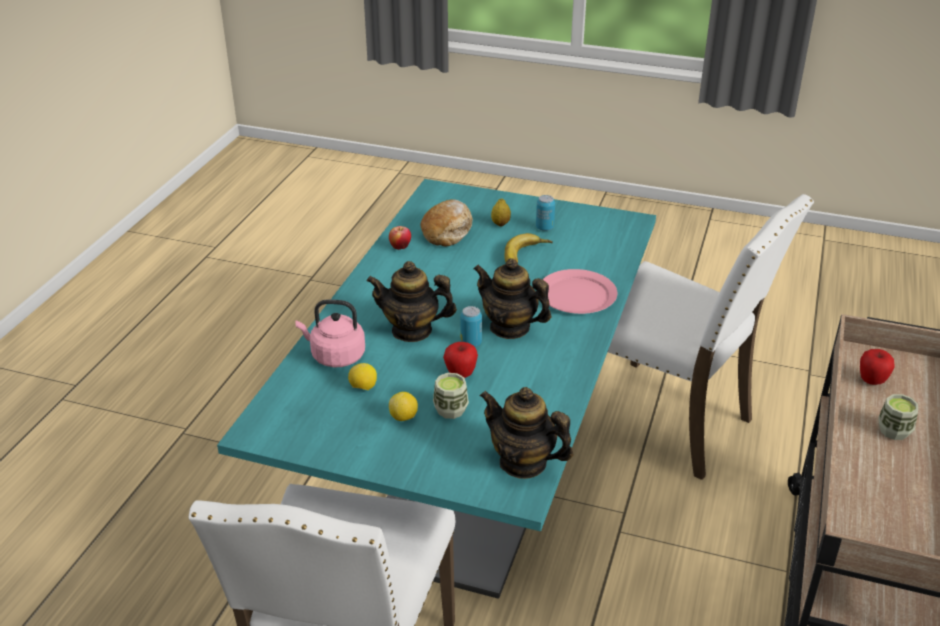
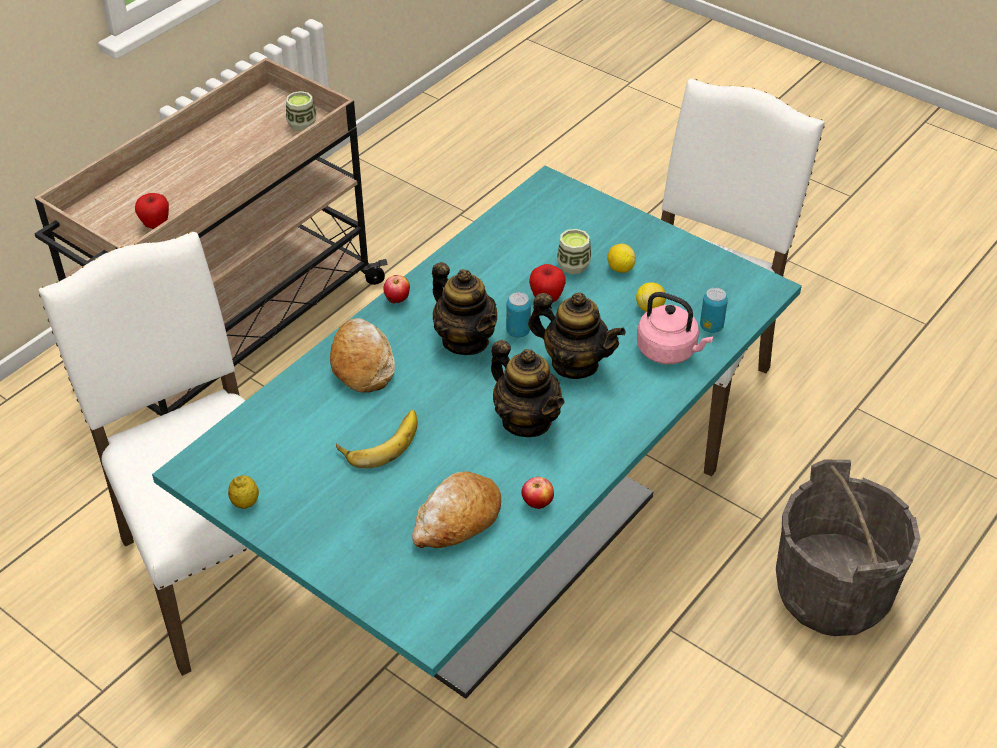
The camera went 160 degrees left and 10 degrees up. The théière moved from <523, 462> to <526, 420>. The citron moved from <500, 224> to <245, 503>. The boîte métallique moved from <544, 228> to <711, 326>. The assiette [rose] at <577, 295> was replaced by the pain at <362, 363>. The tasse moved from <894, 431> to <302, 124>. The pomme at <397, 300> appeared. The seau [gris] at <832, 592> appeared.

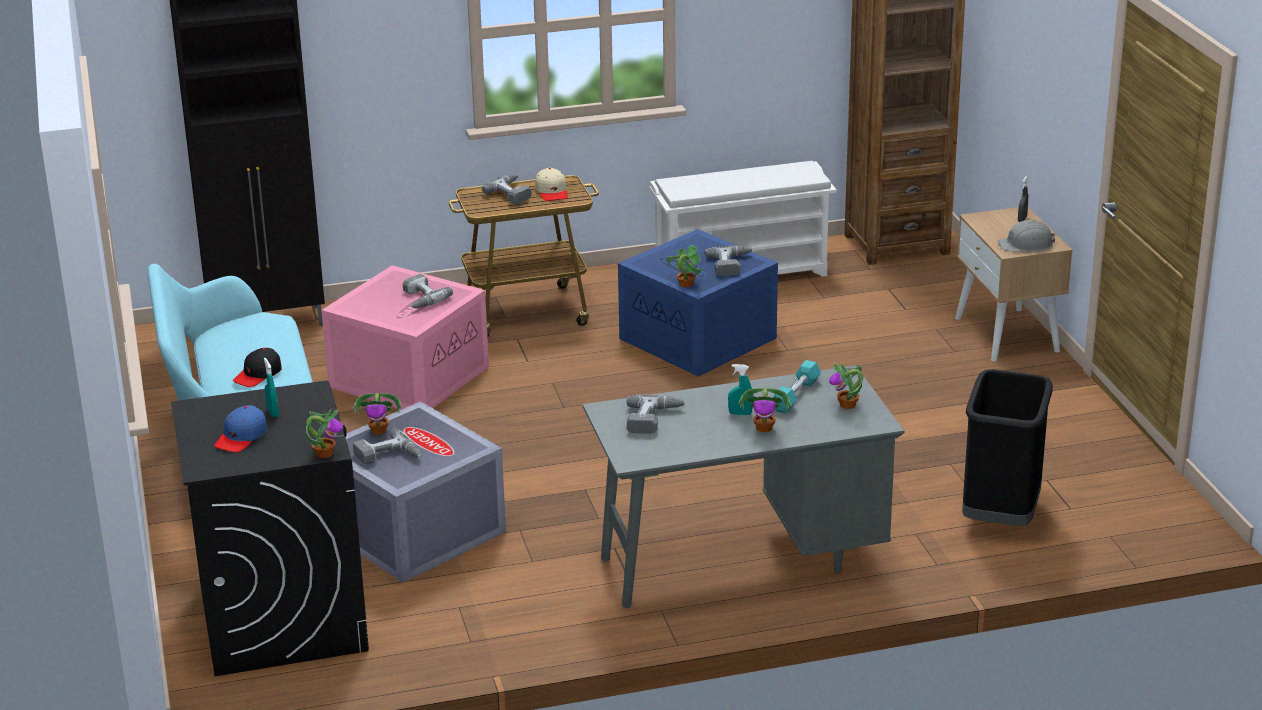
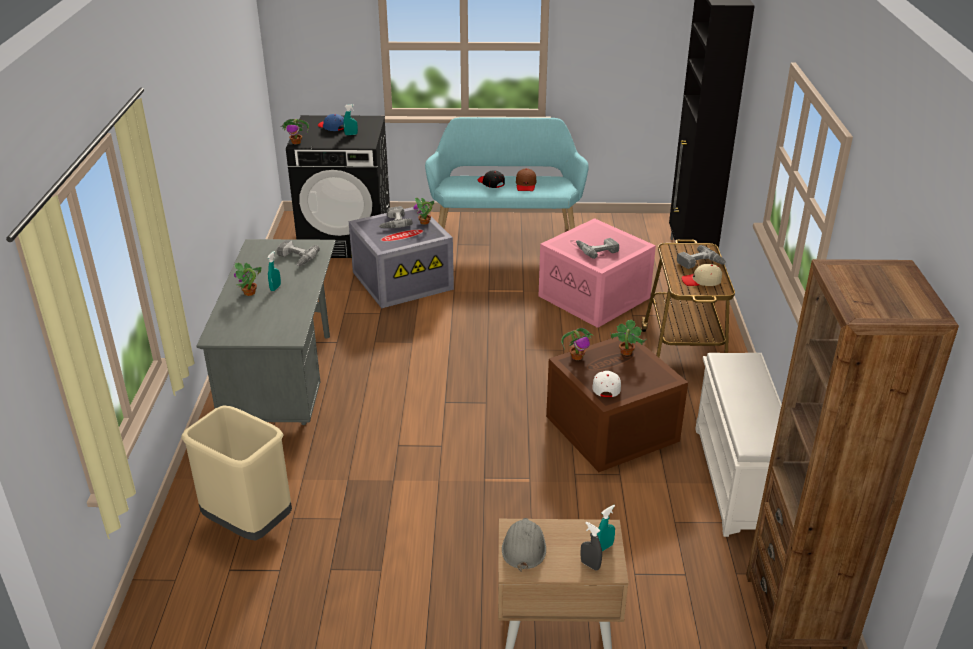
The camera went 105 degrees right and 5 degrees up. The boîte de rangement [bleu] at <700, 338> became the boîte de rangement [marron] at <611, 430>. The perceuse at <732, 265> was replaced by the casquette [blanc] at <606, 386>. The haltère [turquoise] at <796, 395> disappeared. The plante en pot moved from <848, 405> to <625, 352>. The poubelle [noir] at <1001, 517> became the poubelle [beige] at <247, 523>. The casquette [marron] at <526, 185> appeared. The vaporisateur [turquoise] at <604, 547> appeared.

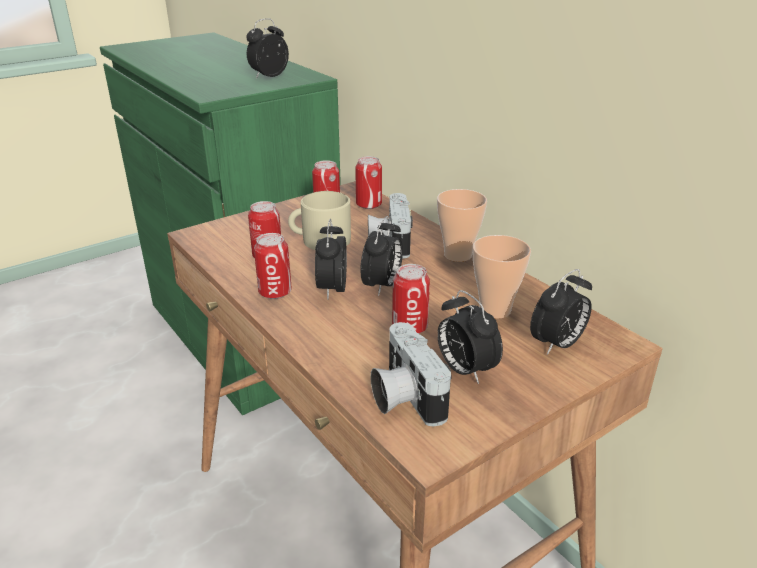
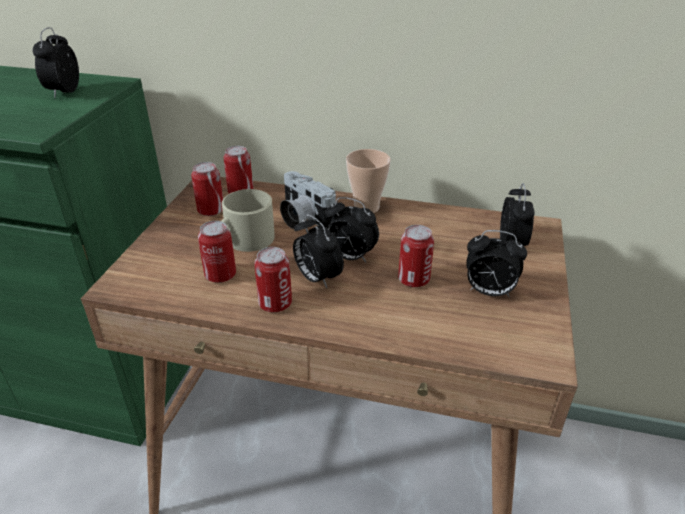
The camera went 40 degrees left and 5 degrees up. The réveil at <382, 286> turned 135 degrees clockwise. The appareil photo at <403, 396> disappeared. The tasse at <495, 310> disappeared.

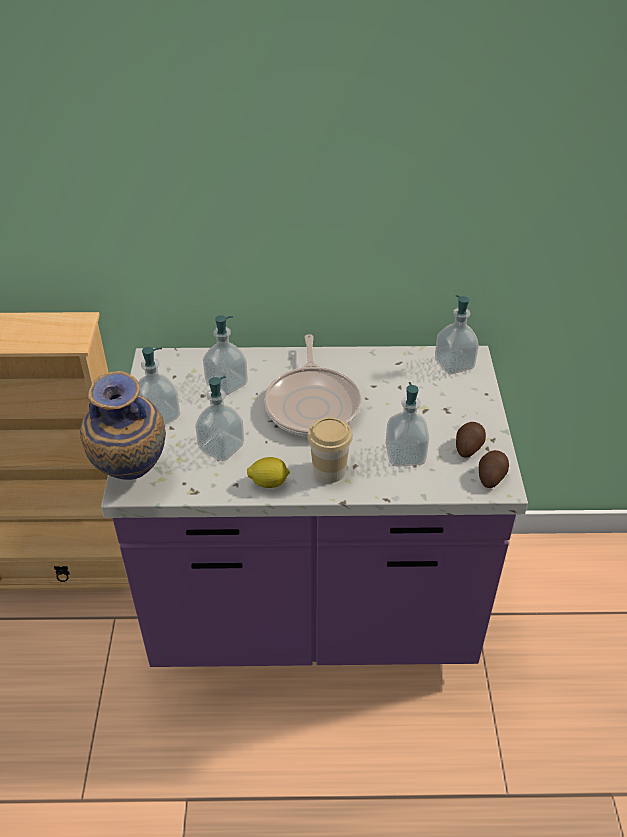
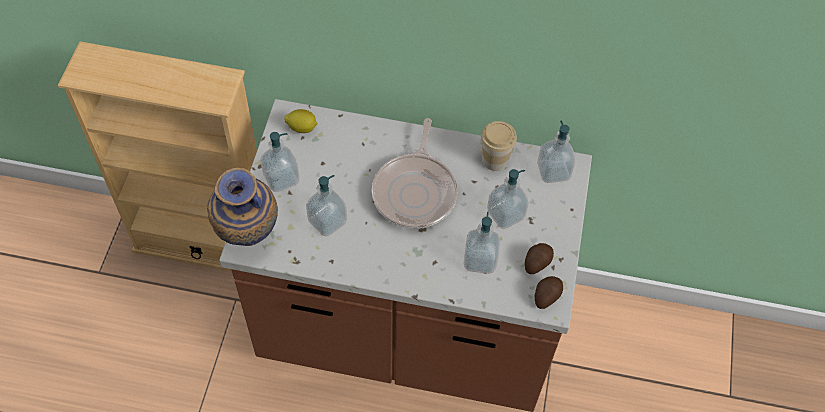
The camera went 10 degrees right and 15 degrees up. The comptoir de cuisine [violet] at <313, 614> became the comptoir de cuisine [marron] at <407, 331>. The distributeur de savon moved from <226, 384> to <505, 214>. The citron moved from <269, 482> to <302, 128>. The tasse moved from <329, 470> to <495, 160>.

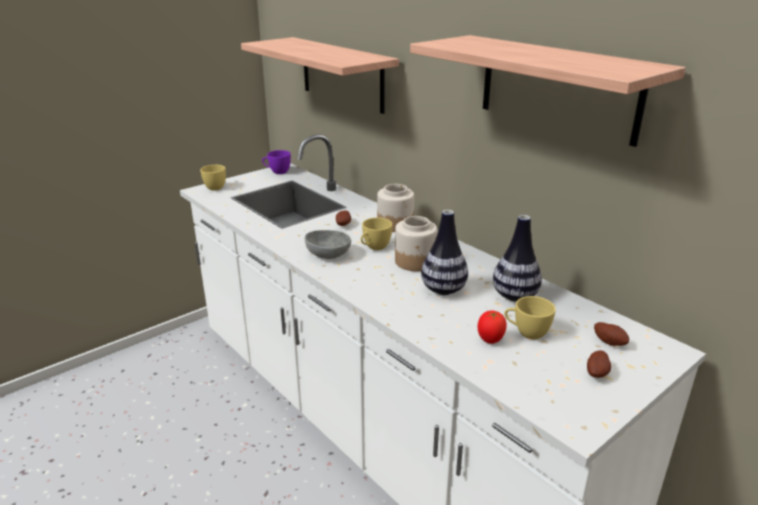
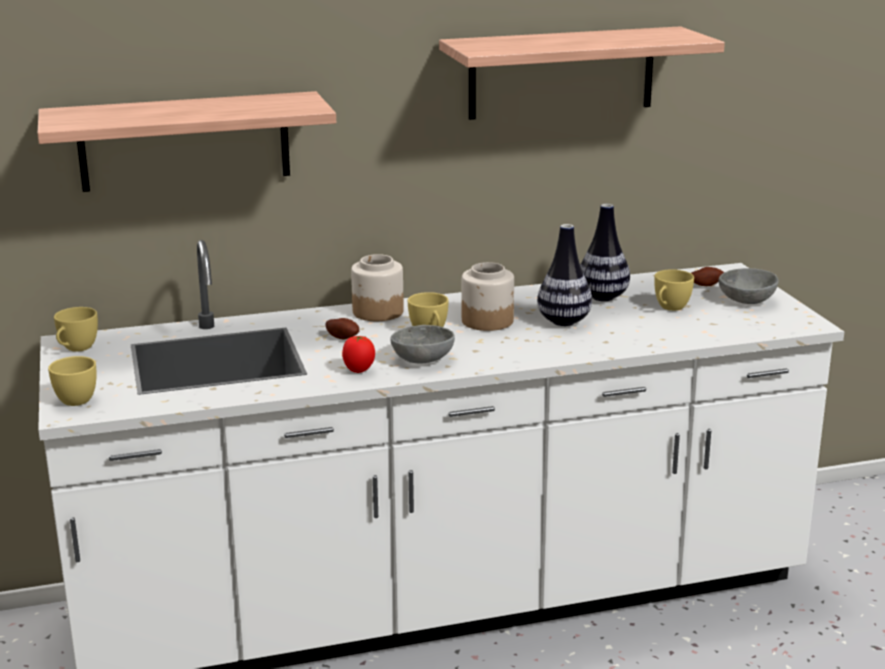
The camera went 65 degrees left and 5 degrees down. The tasse [violet] at <277, 172> became the tasse [jaune] at <76, 349>. The tomate moved from <490, 340> to <358, 370>. The pomme de terre at <597, 373> was replaced by the bol [gris] at <746, 301>.

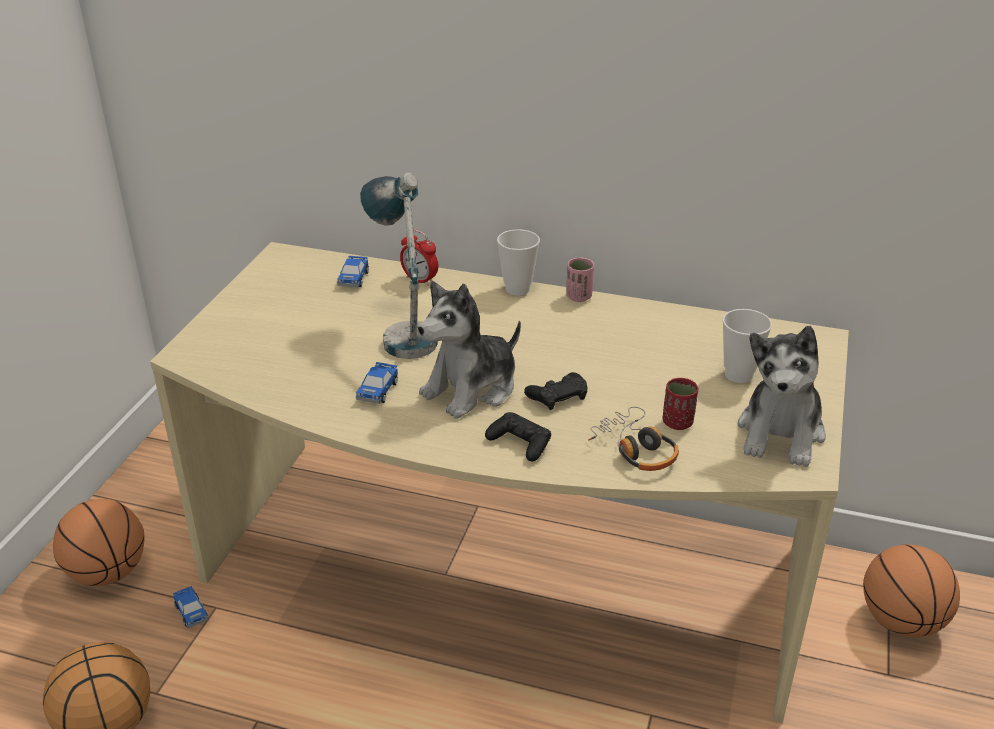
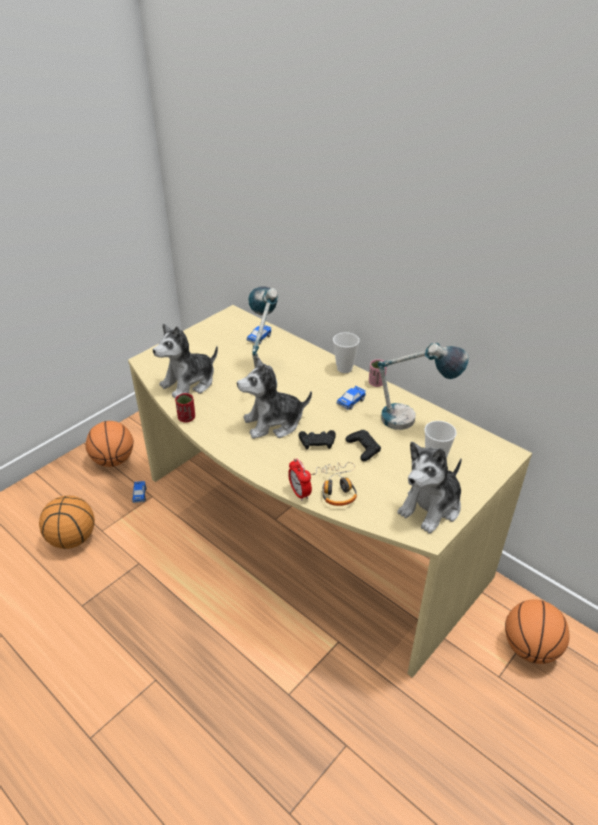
The camera went 25 degrees right and 5 degrees up. The petite voiture moved from <378, 390> to <351, 401>. The réveil moved from <420, 280> to <299, 493>. The manette [noir] moved from <520, 442> to <363, 448>. The tasse [rouge] moved from <677, 423> to <186, 418>. The peluche at <189, 383> appeared. The lampe de table at <413, 422> appeared.

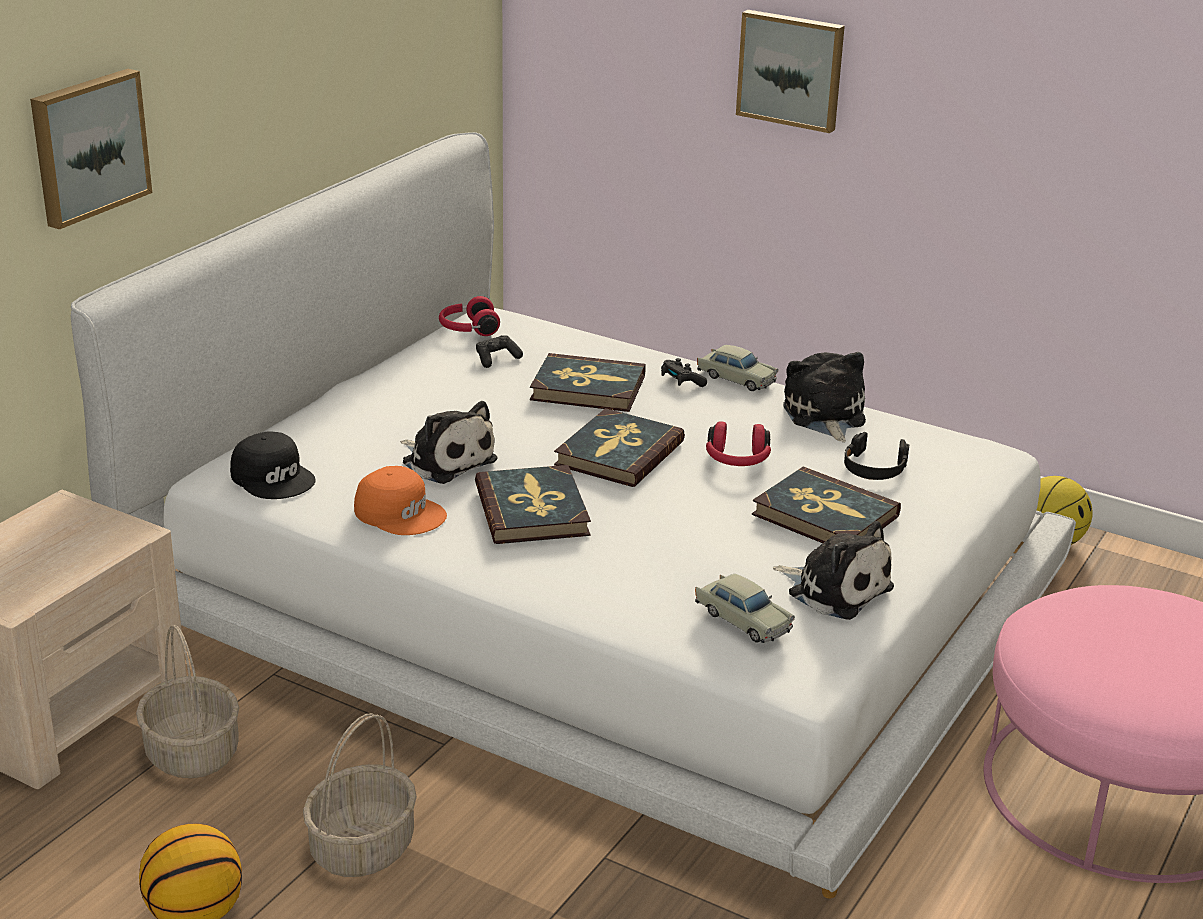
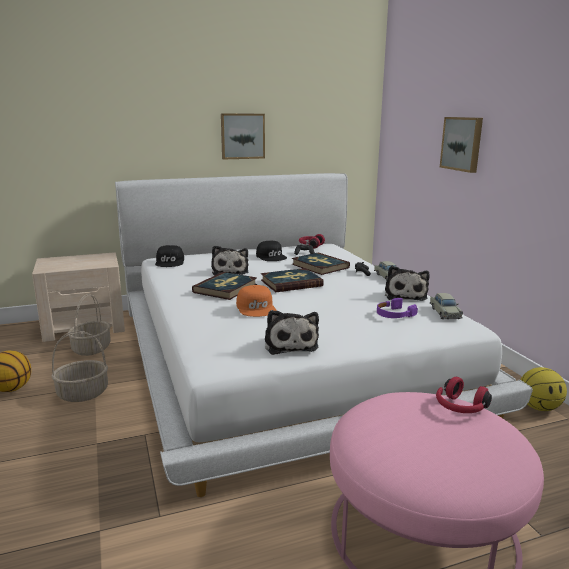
The camera went 40 degrees right and 10 degrees down. The tableau moved from <88, 146> to <242, 136>. The casquette [orange] moved from <400, 512> to <256, 308>. The petite voiture [beige] moved from <743, 619> to <444, 313>. The casque audio [rouge] moved from <737, 460> to <459, 408>. The livre at <824, 516> disappeared. The peluche at <824, 416> turned 150 degrees clockwise. The casque audio [noir] at <874, 467> became the casque audio [violet] at <394, 314>. The casquette [noir] at <271, 256> appeared.

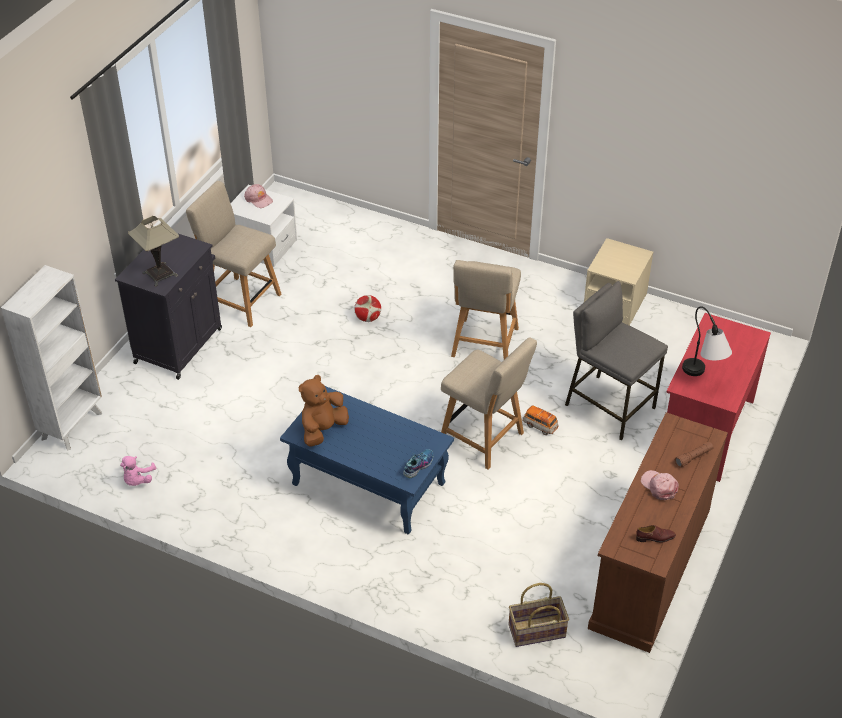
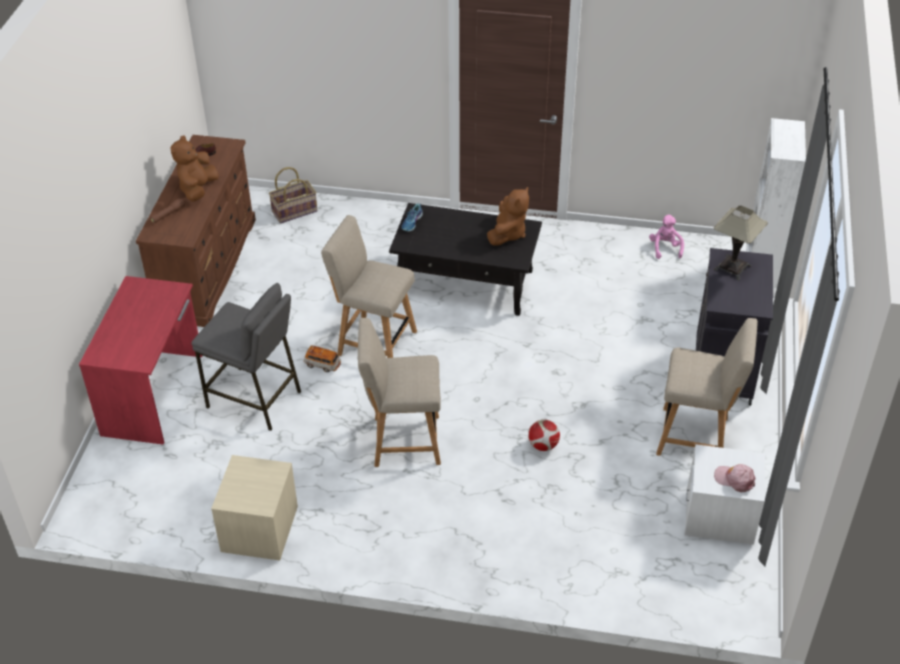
The camera went 165 degrees right and 0 degrees up. The table basse [bleu] at <367, 483> became the table basse [noir] at <467, 283>. The chaise [beige] at <484, 345> turned 90 degrees counterclockwise. The casquette [rose] at <659, 486> was replaced by the peluche [marron] at <198, 189>. The lampe de table at <702, 378> disappeared.

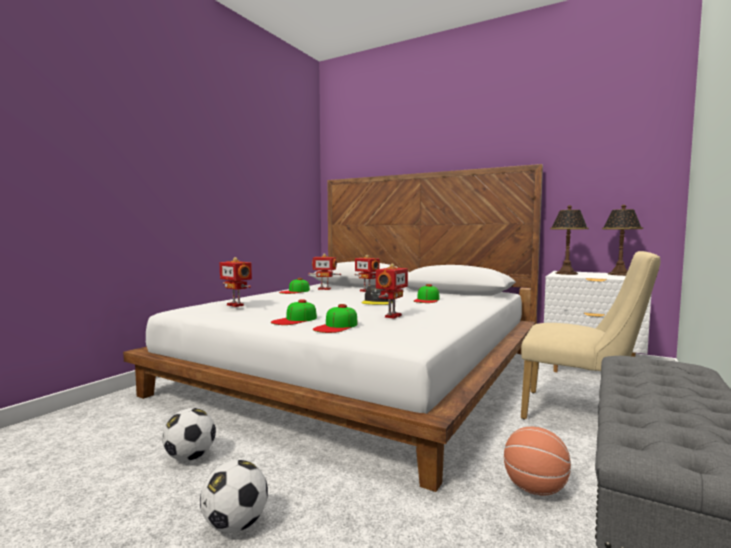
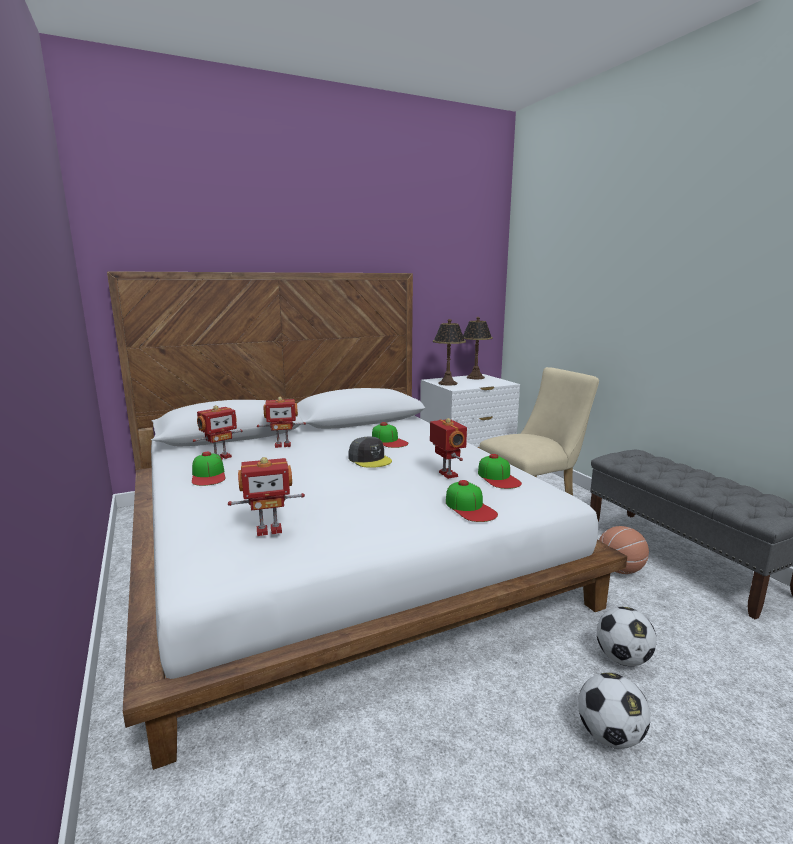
The camera went 55 degrees left and 10 degrees up. The ballon de foot moved from <190, 457> to <622, 658>. The casquette moved from <295, 320> to <498, 478>.

